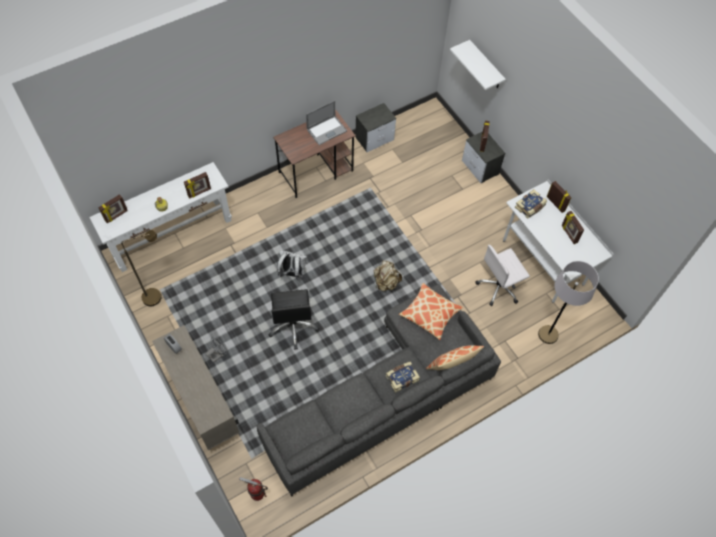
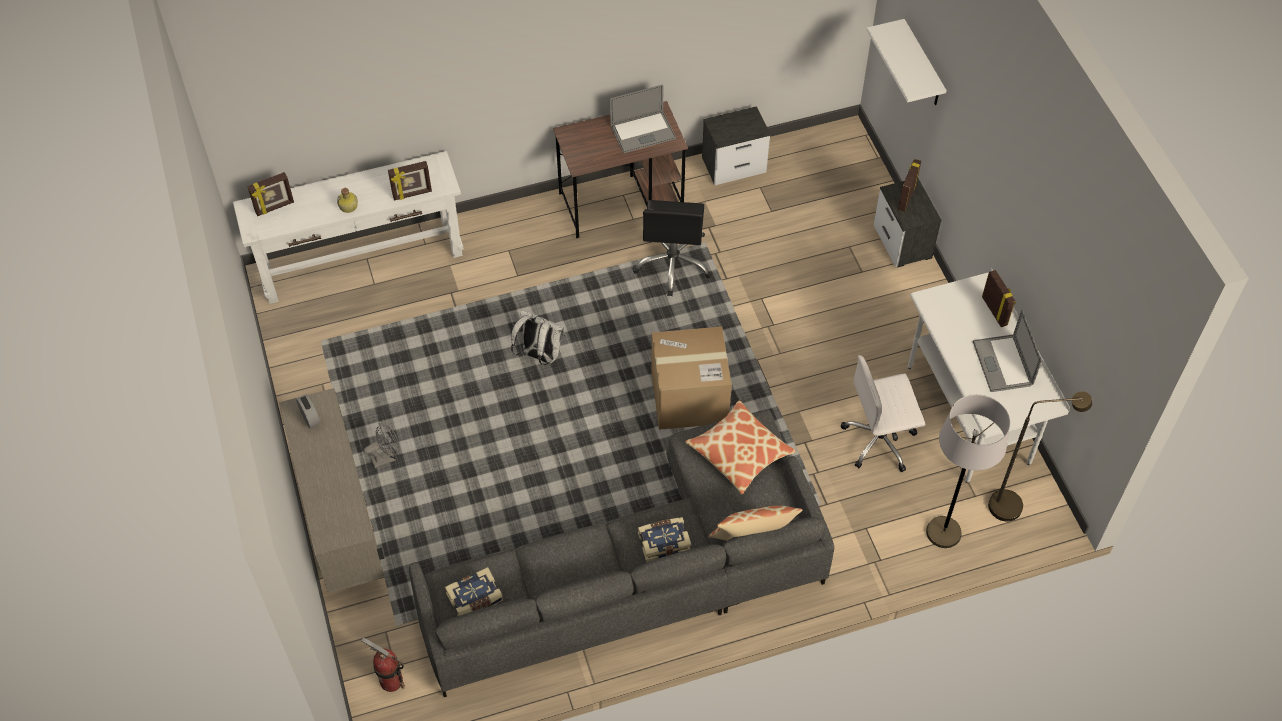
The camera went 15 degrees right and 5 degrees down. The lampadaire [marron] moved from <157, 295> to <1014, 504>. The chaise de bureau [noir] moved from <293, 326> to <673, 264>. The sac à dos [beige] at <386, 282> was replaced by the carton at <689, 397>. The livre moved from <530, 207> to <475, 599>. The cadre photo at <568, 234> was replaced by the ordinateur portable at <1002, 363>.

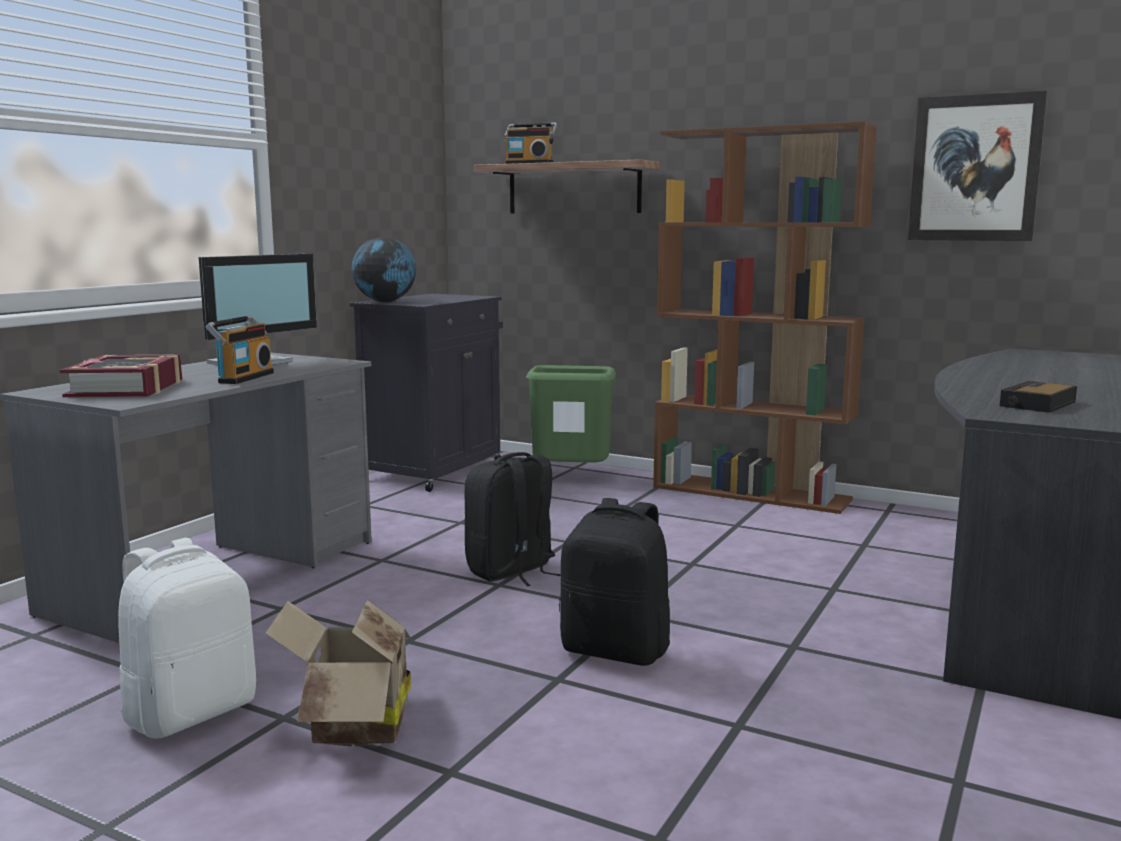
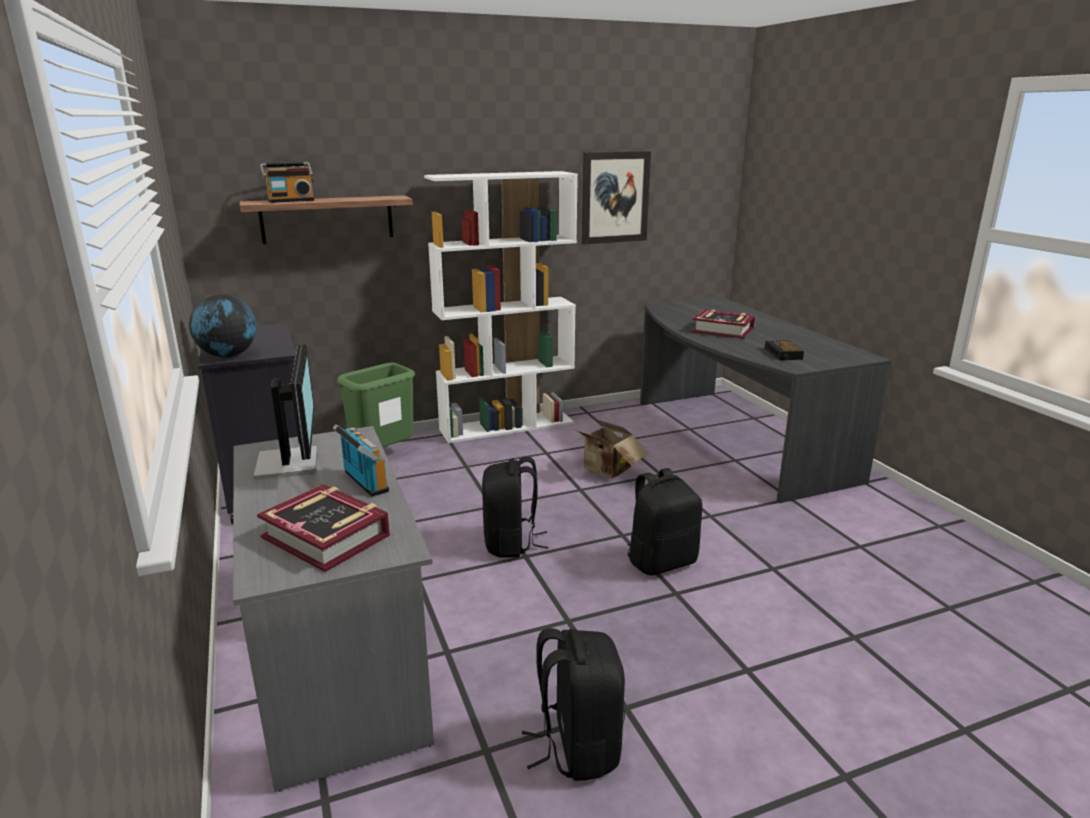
The camera went 50 degrees left and 10 degrees up. The sac à dos [blanc] at <191, 712> became the sac à dos [noir] at <577, 746>. The carton moved from <351, 727> to <606, 471>. The bibliothèque [marron] at <752, 493> became the bibliothèque [blanc] at <507, 426>. The livre at <723, 330> appeared.

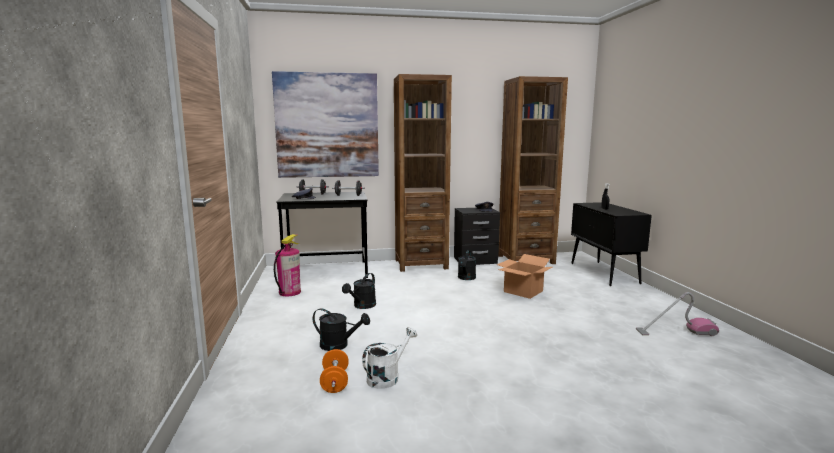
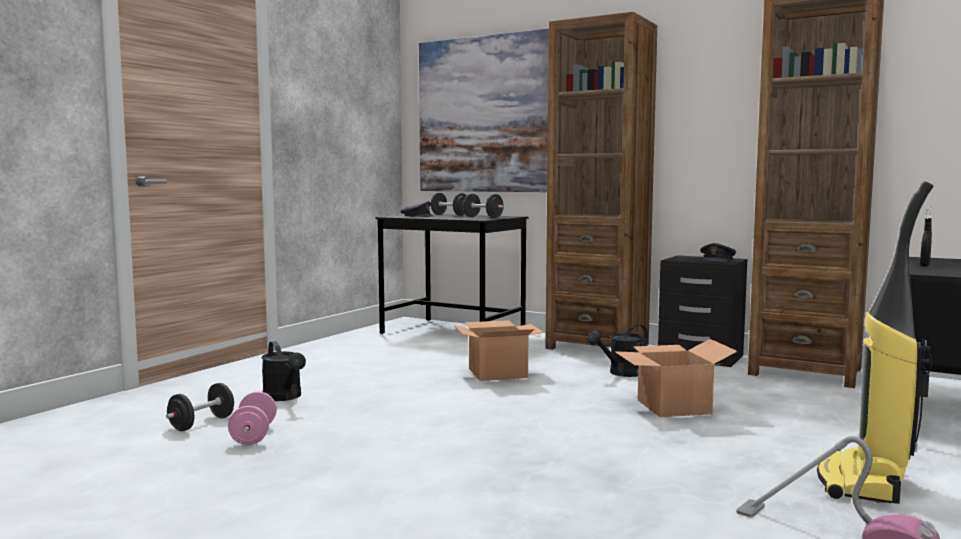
The camera went 40 degrees right and 5 degrees down. The extincteur at <289, 292> disappeared. The haltère [orange] at <335, 382> became the haltère [noir] at <202, 423>. The arrosoir [noir] at <362, 306> disappeared. The arrosoir [blanc] at <387, 377> was replaced by the haltère [rose] at <253, 435>. The carton at <497, 373> appeared. The aspirateur at <864, 483> appeared.

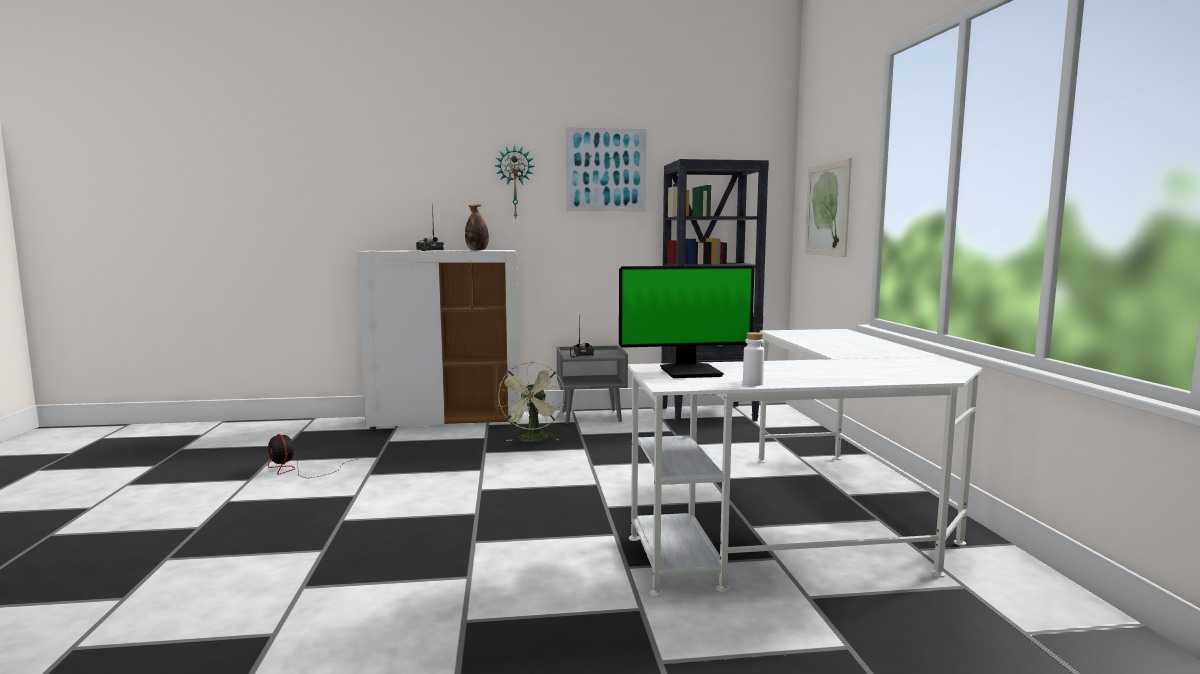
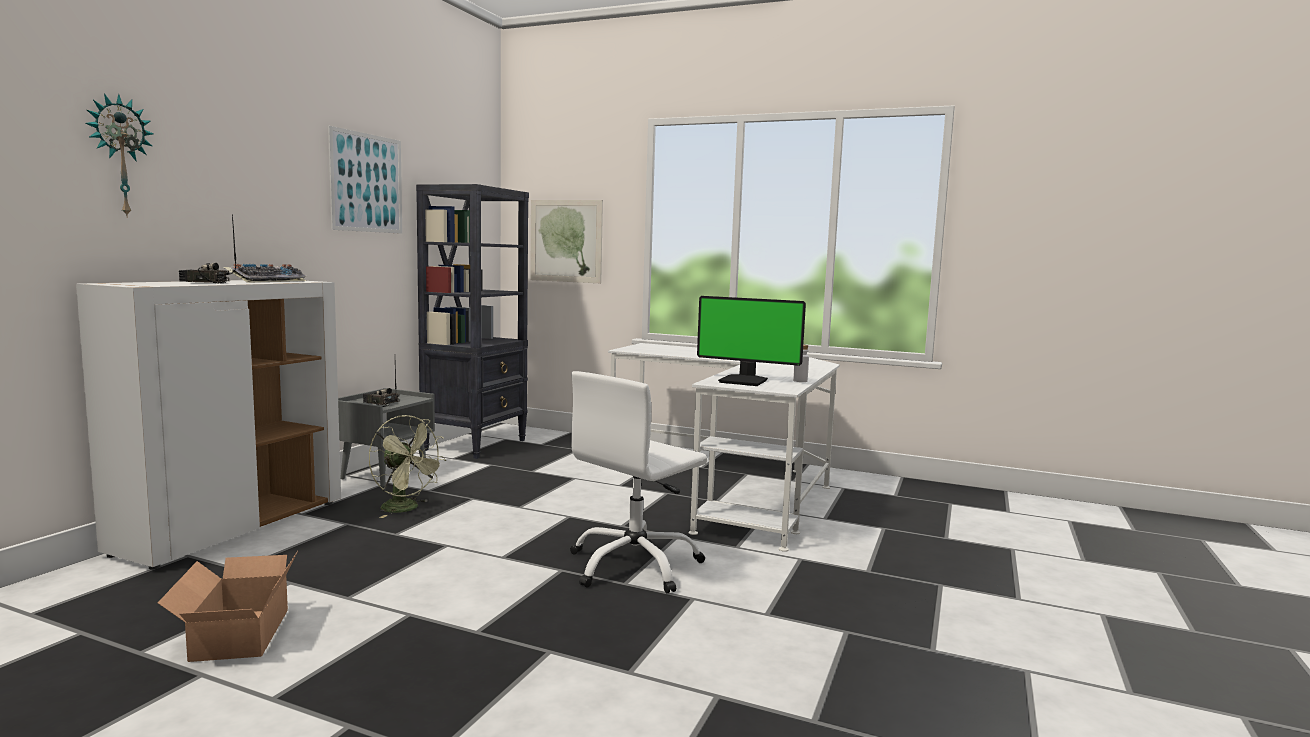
The camera went 60 degrees left and 0 degrees up. The ventilateur at <298, 470> was replaced by the carton at <235, 636>. The bouteille at <477, 250> was replaced by the clavier at <267, 281>. The horloge murale moved from <515, 182> to <119, 156>. The écran d'ordinateur at <690, 371> turned 90 degrees clockwise. The chaise de bureau [blanc] at <634, 565> appeared.

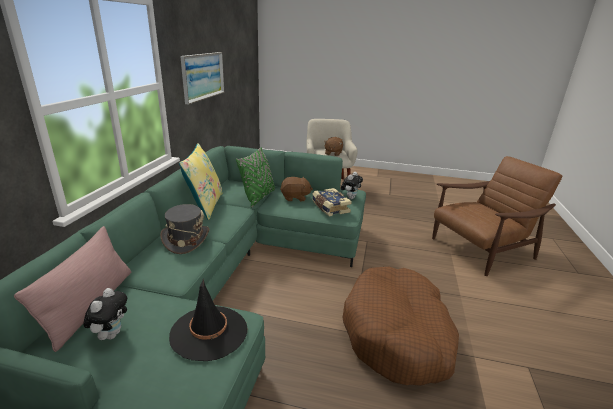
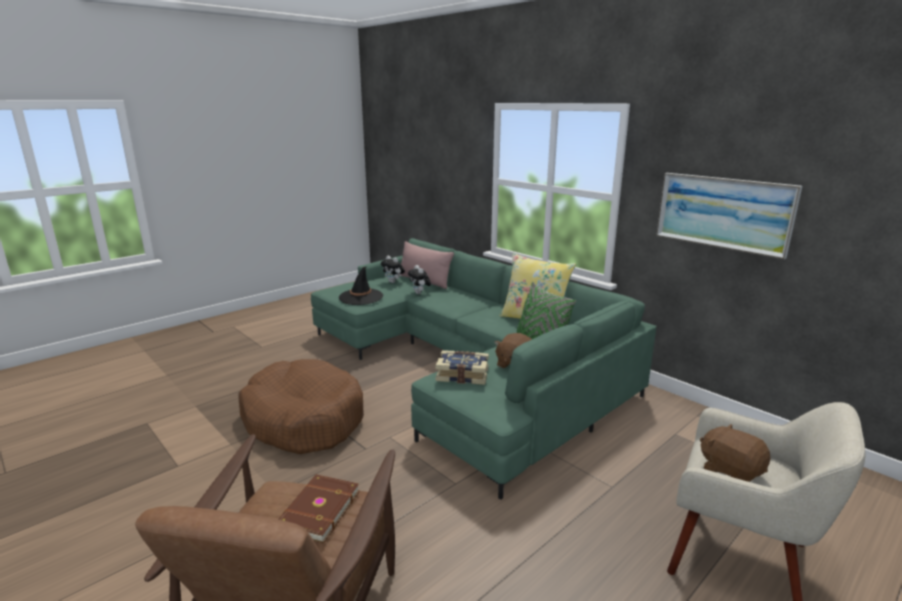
The camera went 125 degrees right and 5 degrees down. The chapeau [gris] at <186, 240> disappeared. The peluche moved from <350, 197> to <420, 293>. The livre [marron] at <317, 510> appeared.

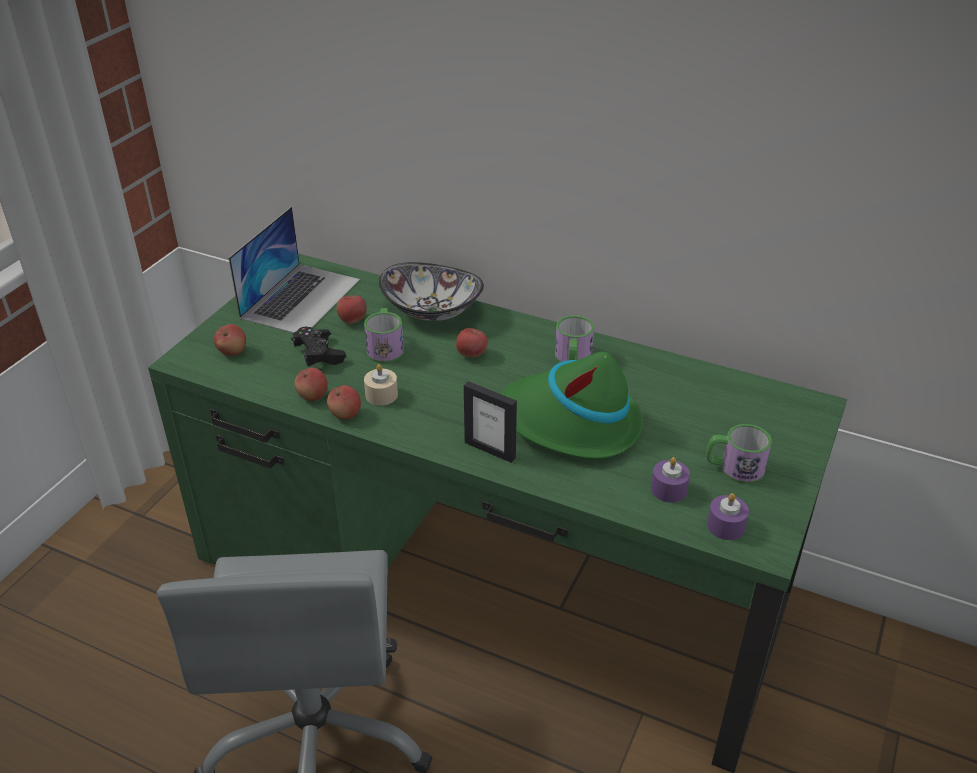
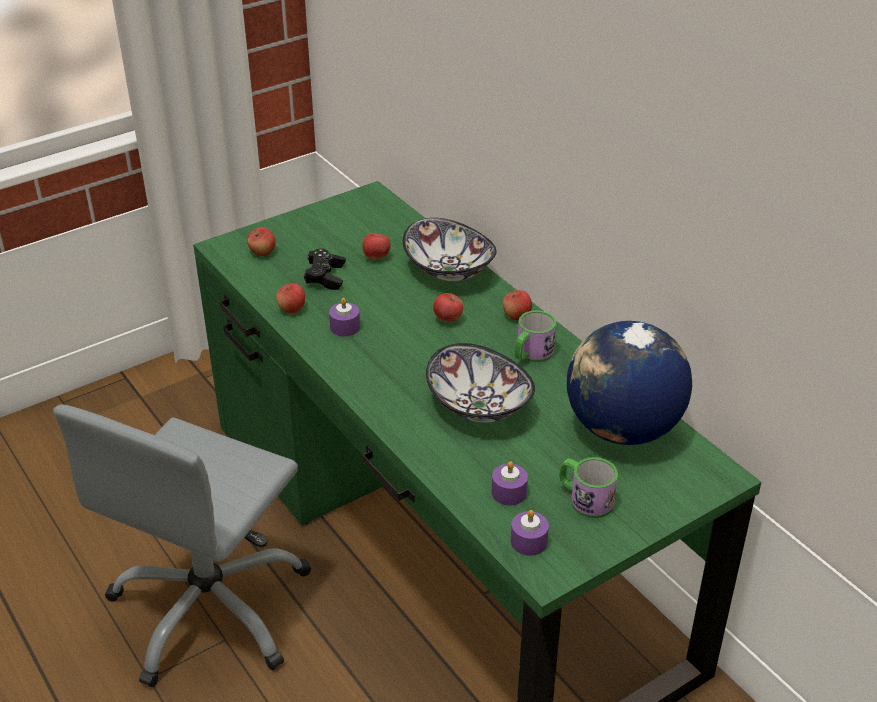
The camera went 30 degrees right and 0 degrees up. The ordinateur portable at <301, 298> disappeared. The pomme moved from <345, 414> to <516, 316>. The mug at <385, 347> disappeared. The bougie [beige] at <381, 395> became the bougie [violet] at <345, 327>. The cadre photo at <490, 450> disappeared. The chapeau [vert] at <571, 423> was replaced by the bol at <478, 406>. The globe at <622, 429> appeared.

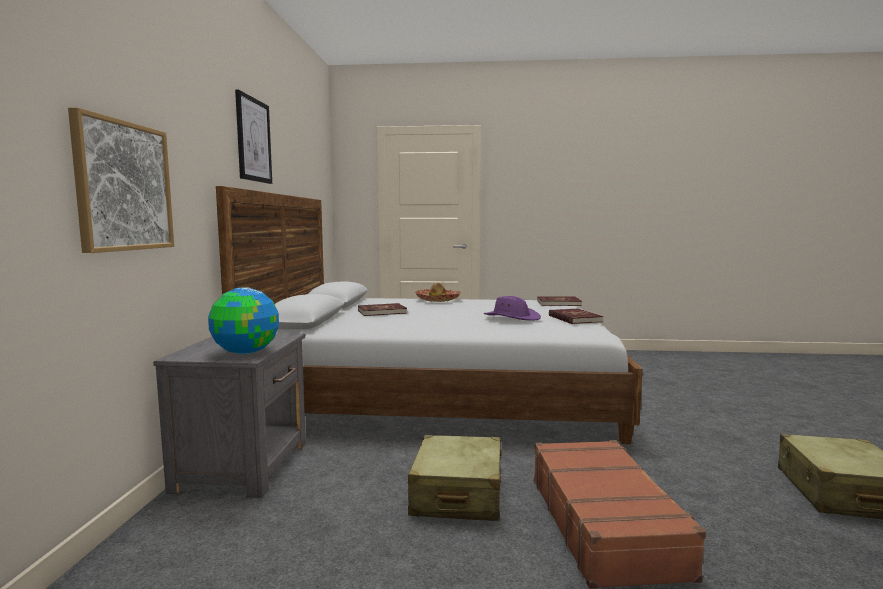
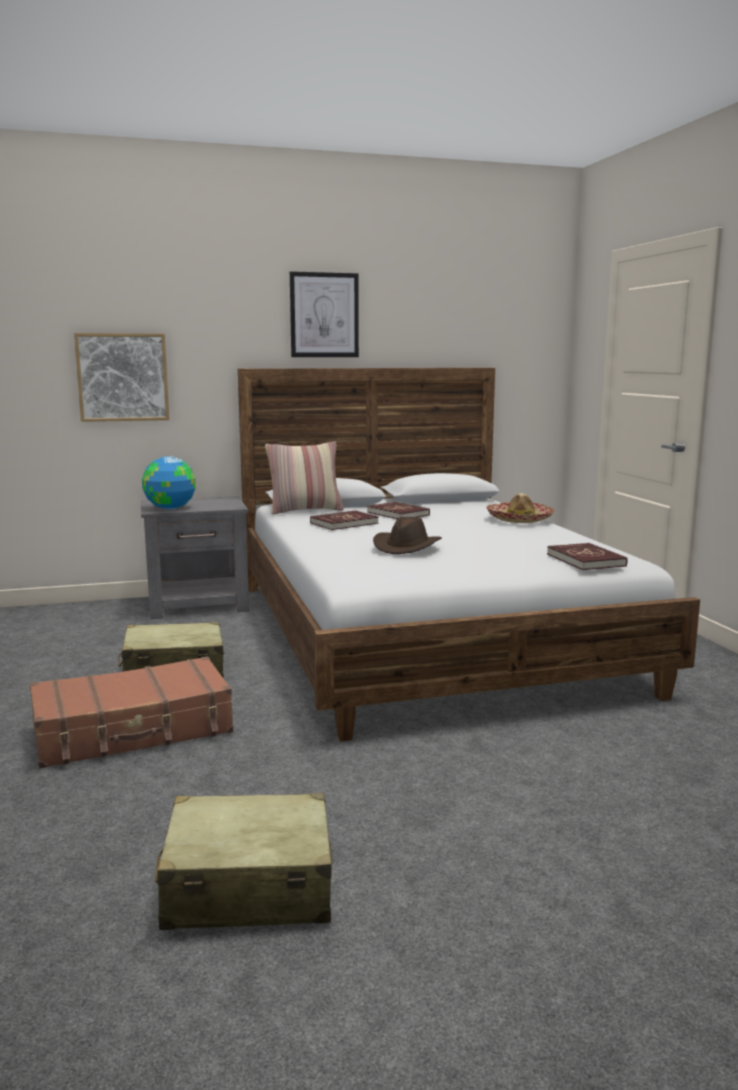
The camera went 70 degrees right and 5 degrees up. The chapeau [violet] at <512, 317> became the chapeau [marron] at <406, 547>. The livre [rouge] moved from <574, 319> to <344, 523>. The coussin at <305, 510> appeared.

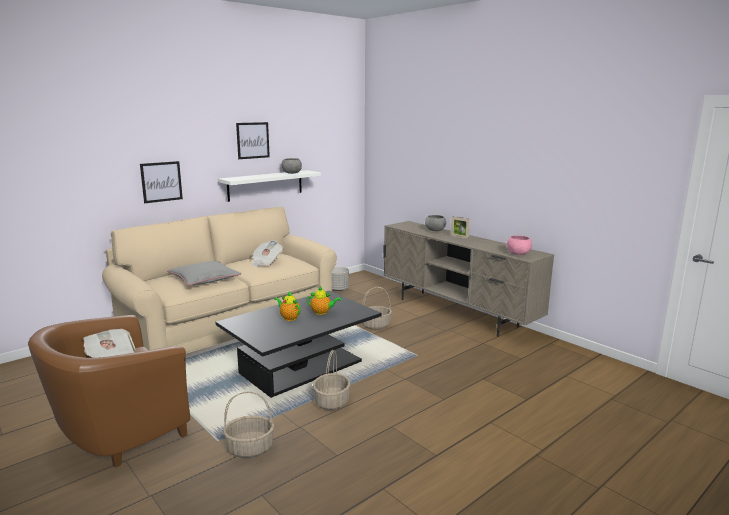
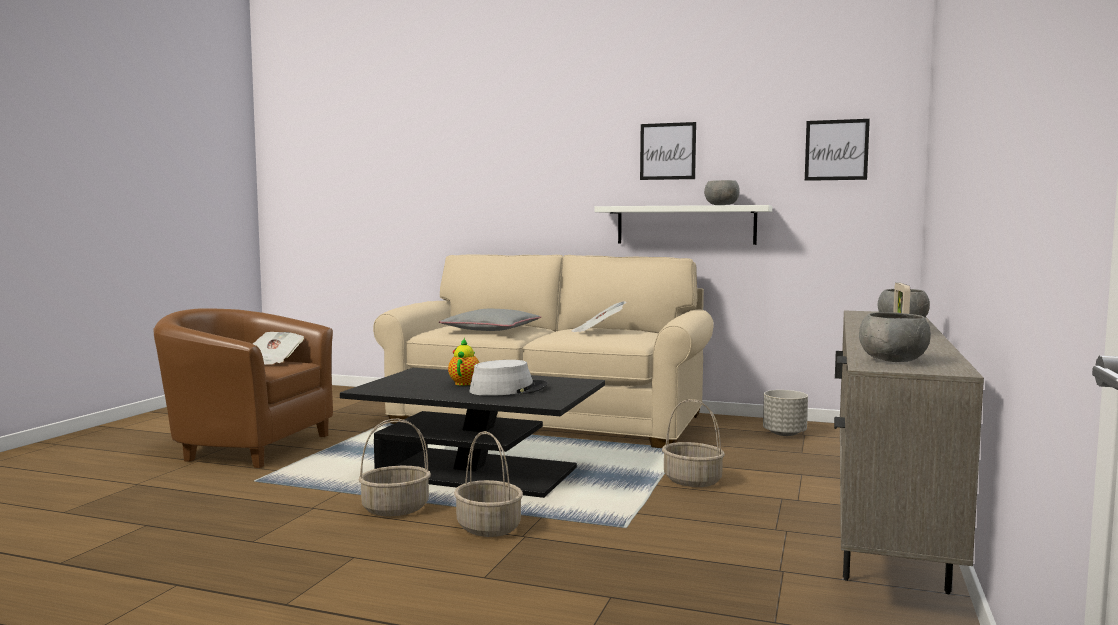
The camera went 60 degrees right and 10 degrees down. The tableau moved from <161, 181> to <836, 150>. The panier moved from <249, 448> to <487, 527>. The théière at <322, 312> was replaced by the chapeau [gris] at <508, 389>. The bol [rose] at <518, 253> became the bol [gris] at <892, 360>.

